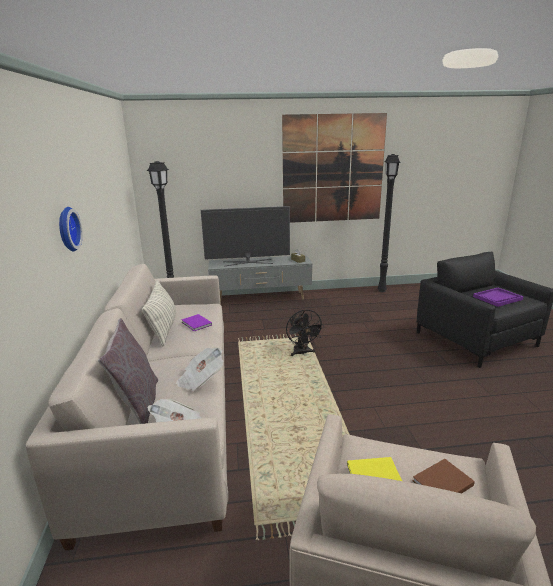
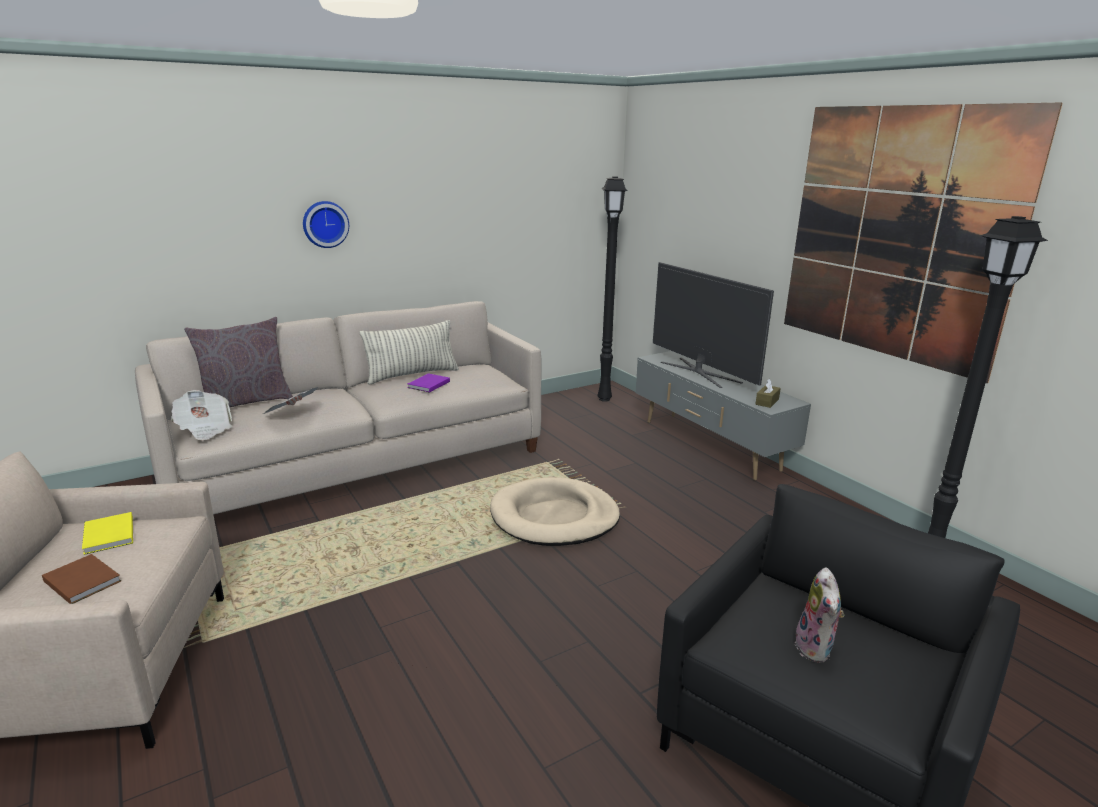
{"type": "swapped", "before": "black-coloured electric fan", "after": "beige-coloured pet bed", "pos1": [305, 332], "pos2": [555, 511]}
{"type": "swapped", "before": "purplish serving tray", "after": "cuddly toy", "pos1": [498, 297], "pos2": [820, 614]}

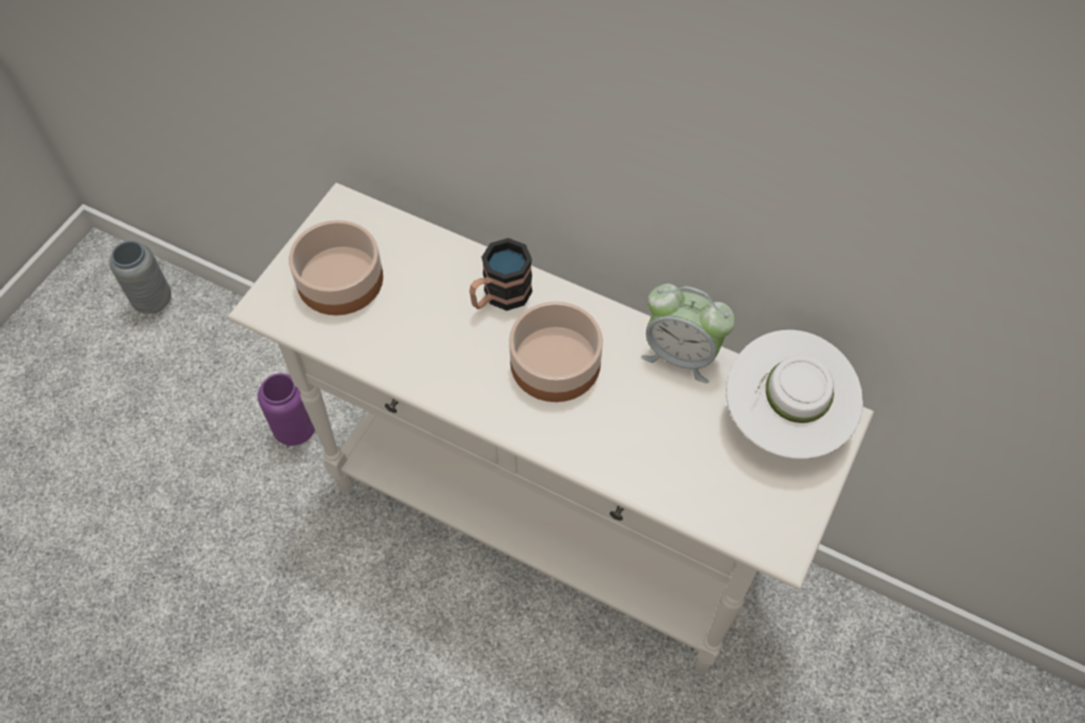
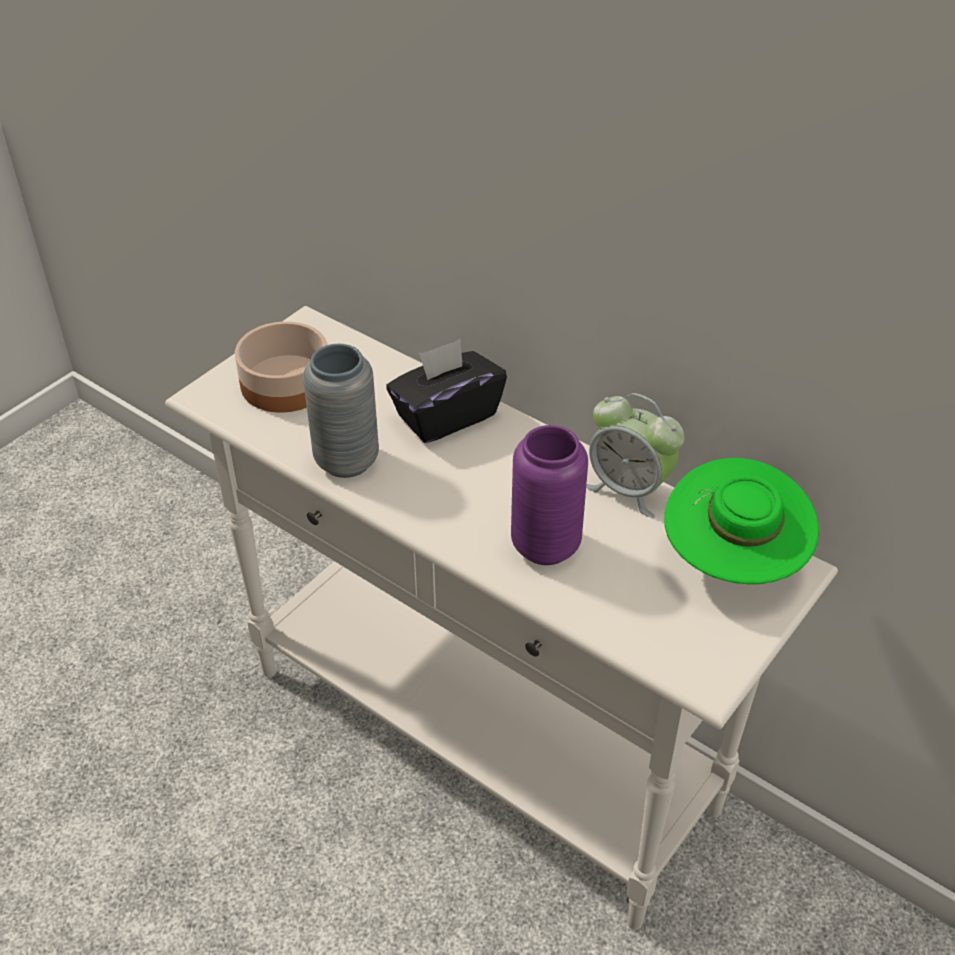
{"type": "gone", "before": "serving bowl", "pos1": [556, 351]}
{"type": "shifted", "before": "greyish flower vase", "pos1": [140, 277], "pos2": [341, 411]}
{"type": "shifted", "before": "purplish flower vase", "pos1": [286, 409], "pos2": [549, 495]}
{"type": "swapped", "before": "coffee mug", "after": "black-coloured box of tissues", "pos1": [501, 274], "pos2": [446, 391]}
{"type": "repainted", "before": "white-coloured wearable hat", "after": "greenish wearable hat", "pos1": [794, 394], "pos2": [742, 521]}

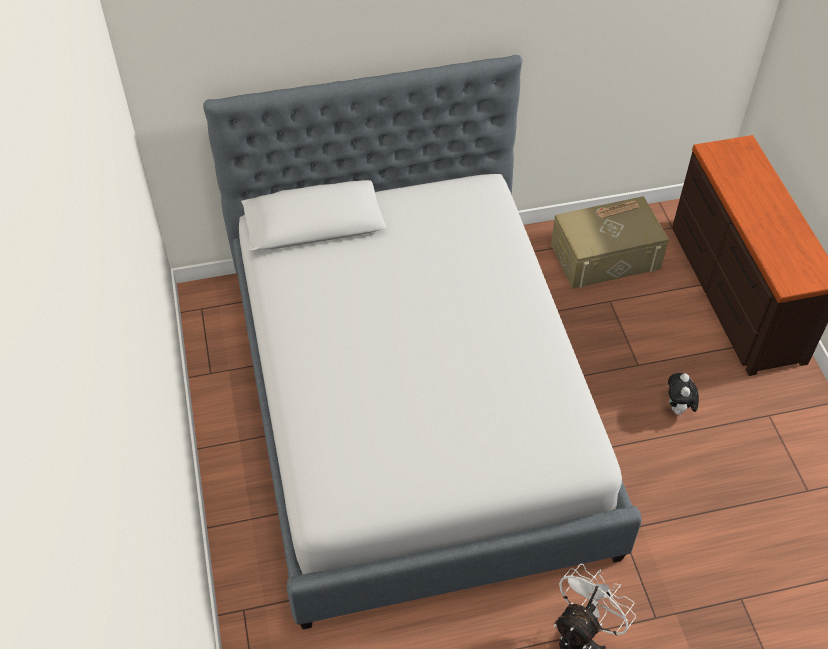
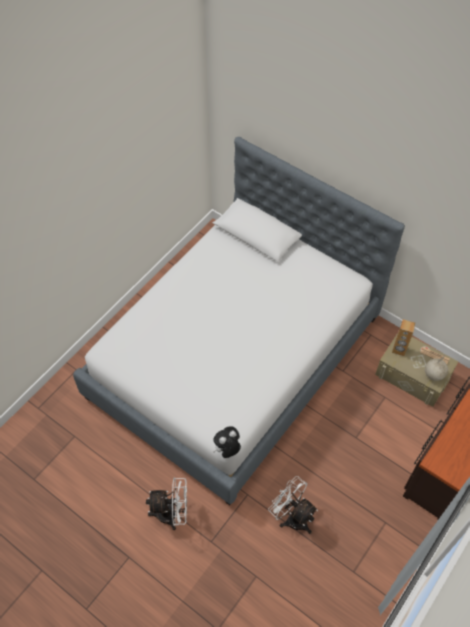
{"type": "new", "after": "white-coloured electric fan", "pos2": [293, 505]}
{"type": "new", "after": "brown loudspeaker", "pos2": [403, 337]}
{"type": "new", "after": "desk globe", "pos2": [436, 368]}
{"type": "shifted", "before": "cuddly toy", "pos1": [683, 395], "pos2": [227, 442]}

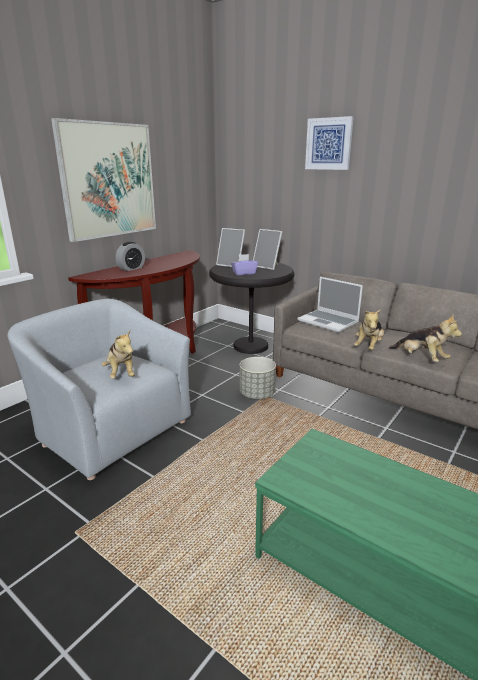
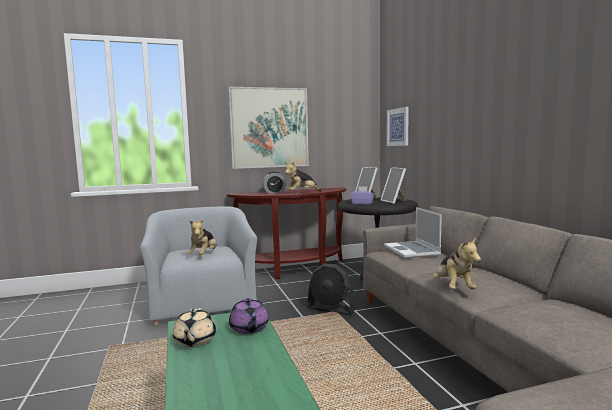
{"type": "new", "after": "beige-coloured teapot", "pos2": [194, 327]}
{"type": "new", "after": "purplish teapot", "pos2": [249, 316]}
{"type": "shifted", "before": "wall art", "pos1": [329, 143], "pos2": [398, 126]}
{"type": "shifted", "before": "cuddly toy", "pos1": [369, 329], "pos2": [303, 176]}
{"type": "swapped", "before": "greyish plant pot", "after": "black-coloured electric fan", "pos1": [258, 378], "pos2": [331, 289]}

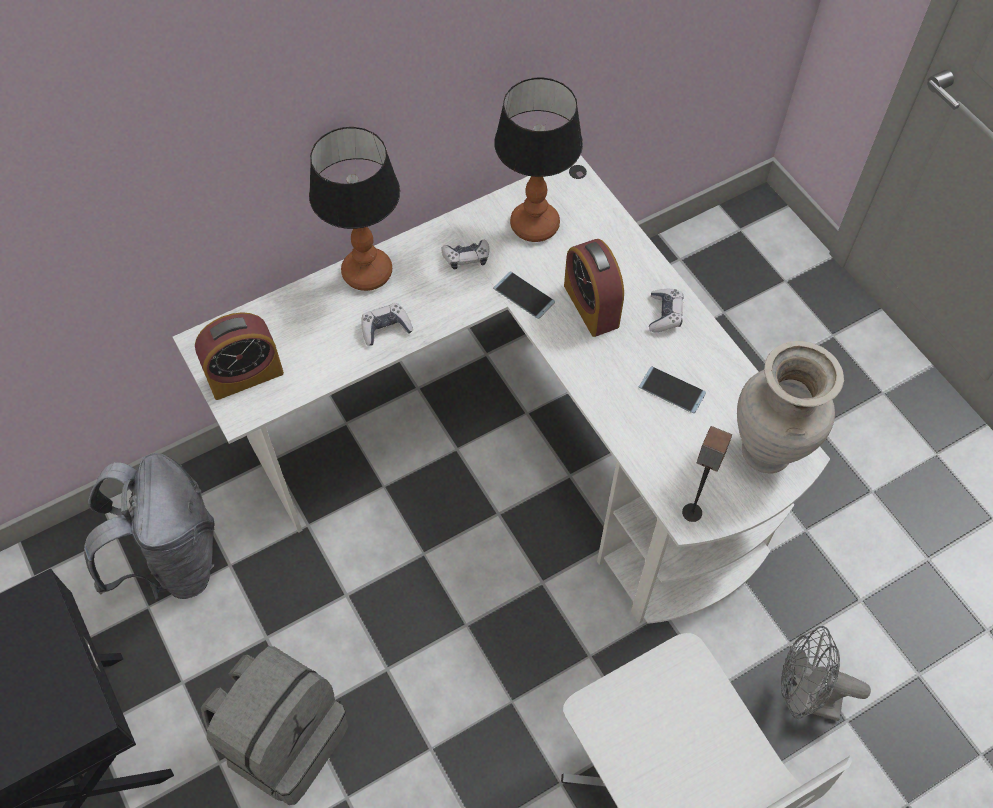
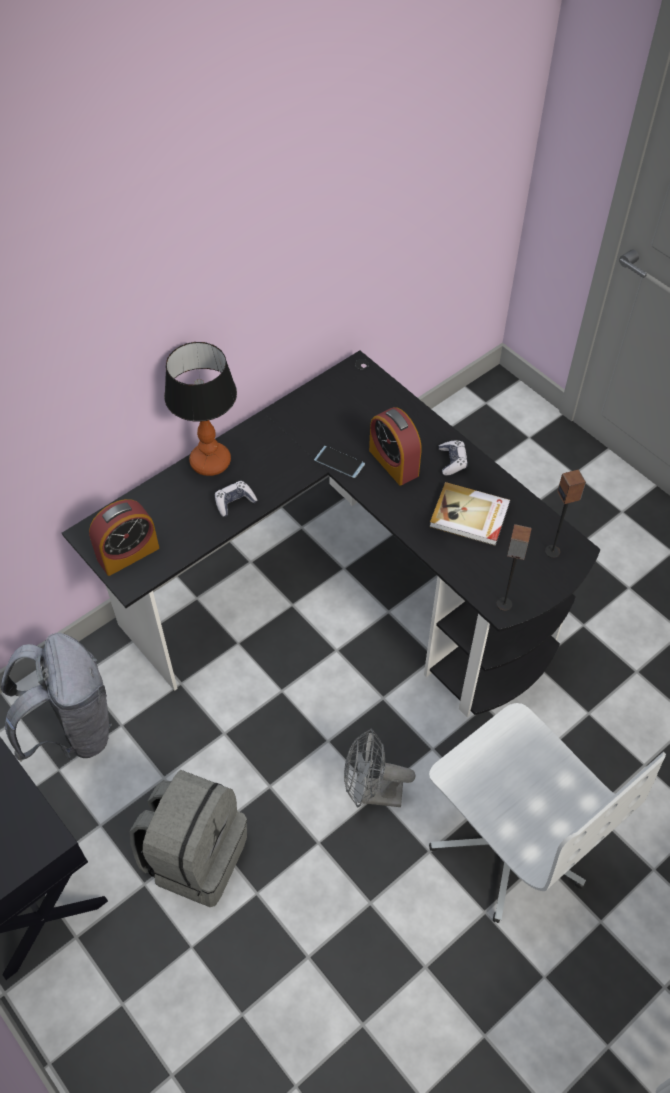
{"type": "gone", "before": "joypad", "pos1": [465, 254]}
{"type": "gone", "before": "tabletop lamp", "pos1": [538, 159]}
{"type": "shifted", "before": "greyish electric fan", "pos1": [826, 673], "pos2": [379, 767]}
{"type": "swapped", "before": "phone", "after": "bound book", "pos1": [672, 389], "pos2": [469, 514]}
{"type": "swapped", "before": "beige-coloured flower vase", "after": "loudspeaker", "pos1": [790, 407], "pos2": [565, 514]}
{"type": "repainted", "before": "white-coloured desk table", "after": "black-coloured desk table", "pos1": [501, 389], "pos2": [331, 533]}

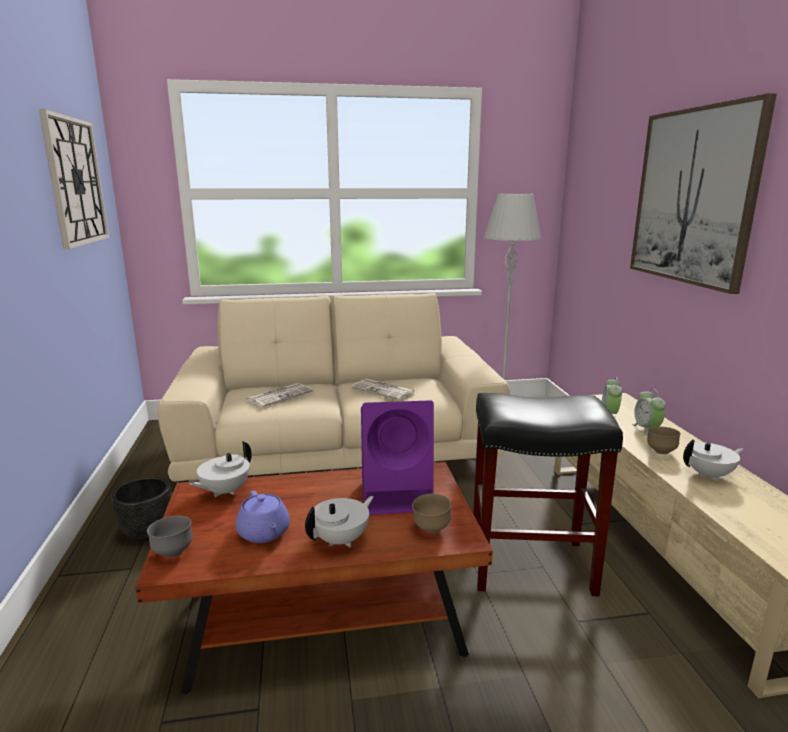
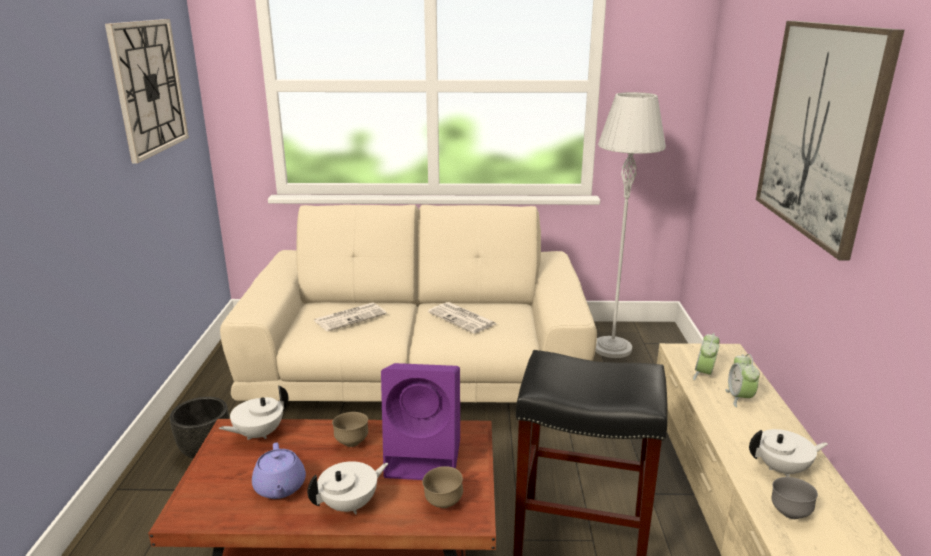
{"type": "shifted", "before": "greyish serving bowl", "pos1": [170, 537], "pos2": [795, 498]}
{"type": "shifted", "before": "brown serving bowl", "pos1": [664, 440], "pos2": [350, 429]}

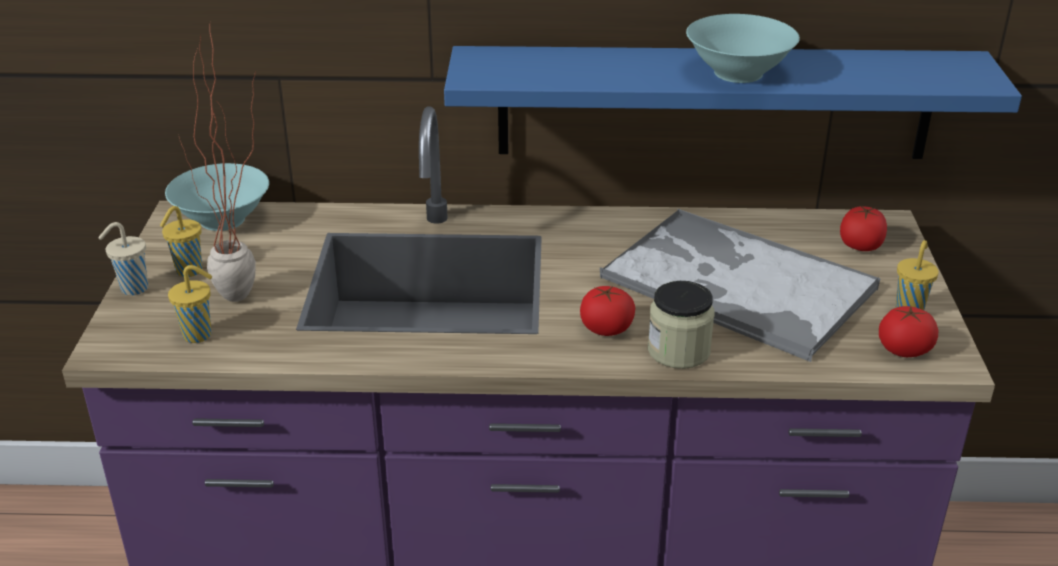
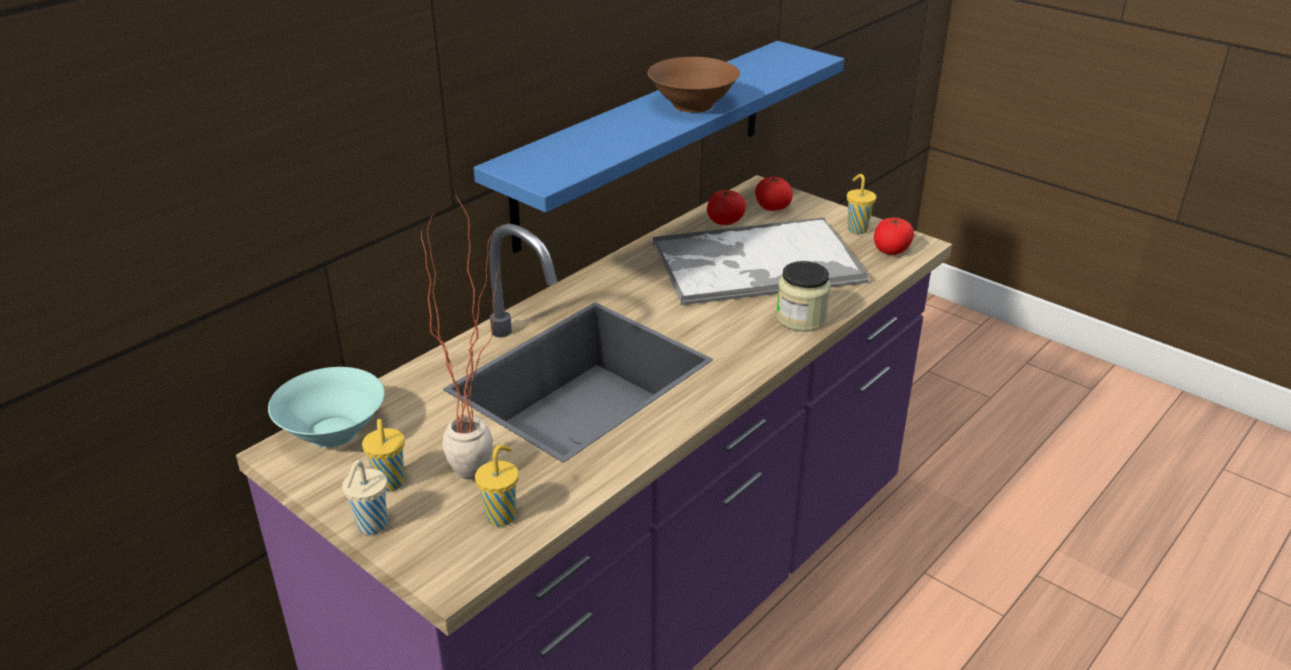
{"type": "shifted", "before": "tomato", "pos1": [607, 311], "pos2": [726, 207]}
{"type": "repainted", "before": "turquoise-coloured serving bowl", "after": "brown serving bowl", "pos1": [743, 48], "pos2": [694, 85]}

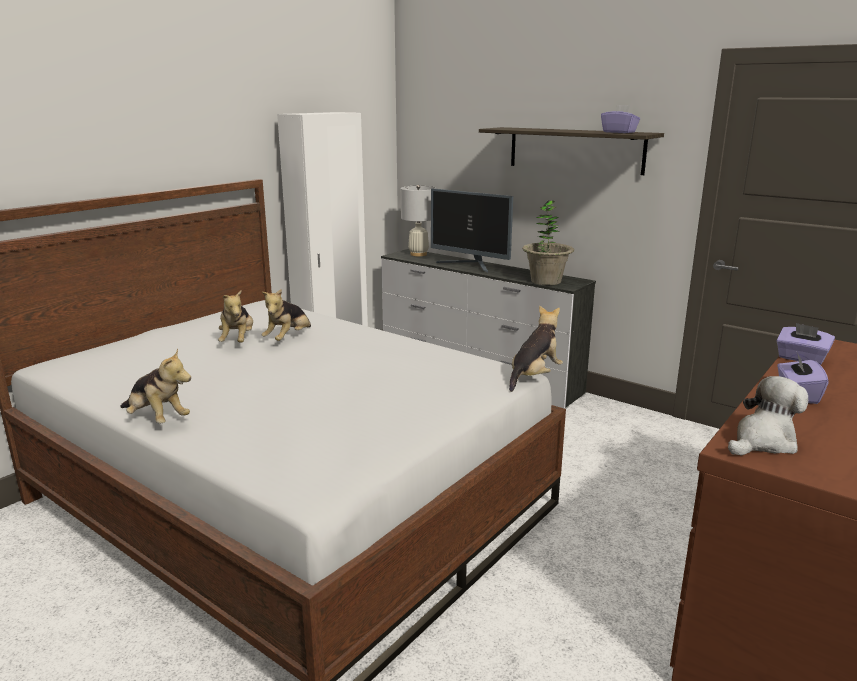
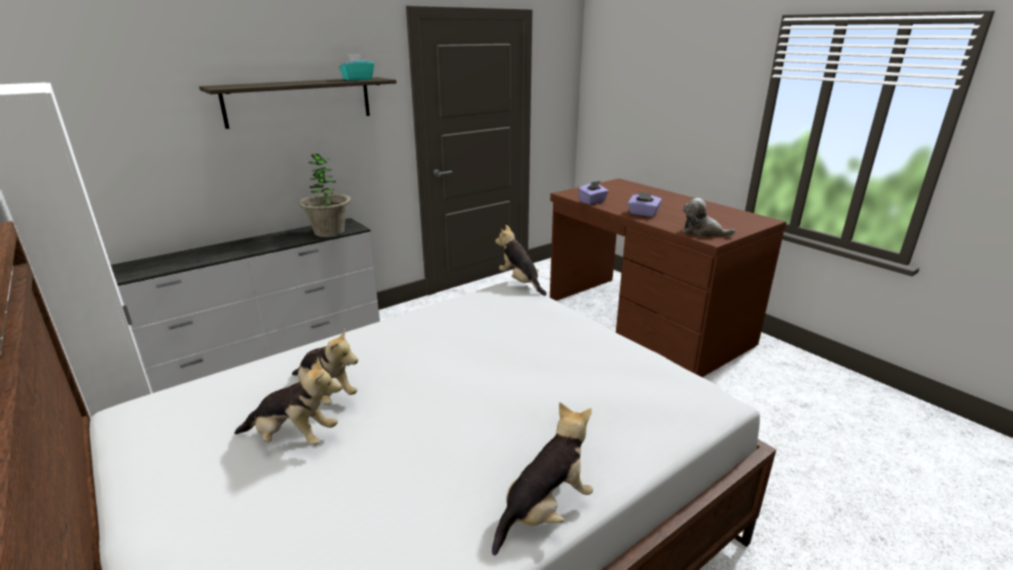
{"type": "gone", "before": "white-coloured tabletop lamp", "pos1": [418, 220]}
{"type": "gone", "before": "computer display", "pos1": [472, 230]}
{"type": "repainted", "before": "purplish box of tissues", "after": "turquoise-coloured box of tissues", "pos1": [620, 119], "pos2": [356, 67]}
{"type": "rotated", "before": "cuddly toy", "pos1": [768, 416], "pos2": [709, 217], "turn": -45}

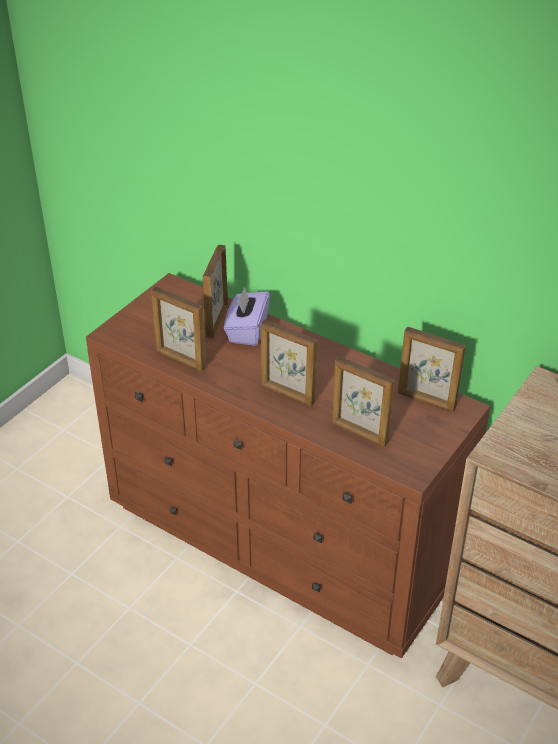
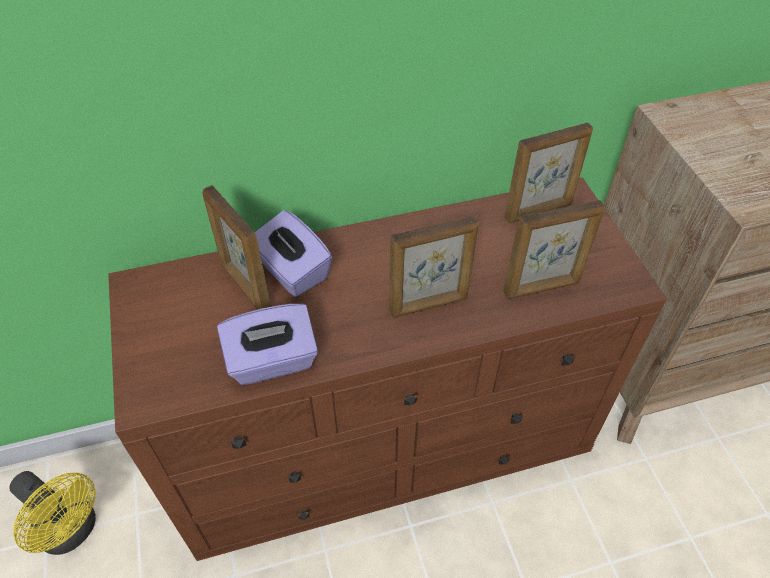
{"type": "new", "after": "yellow electric fan", "pos2": [52, 513]}
{"type": "swapped", "before": "standing frame", "after": "purplish box of tissues", "pos1": [178, 328], "pos2": [267, 344]}

